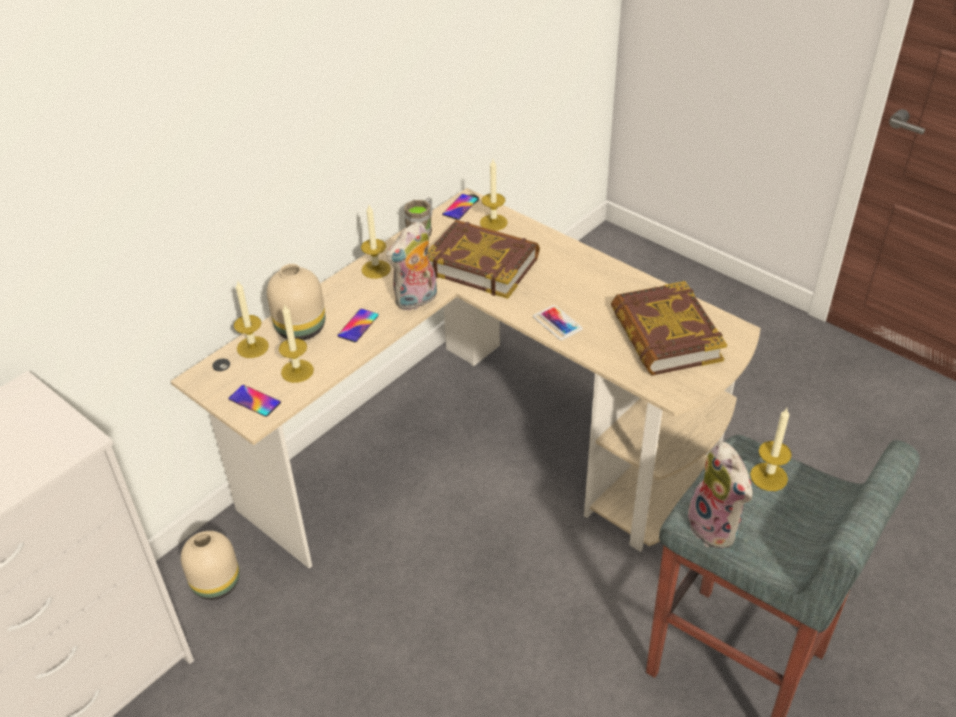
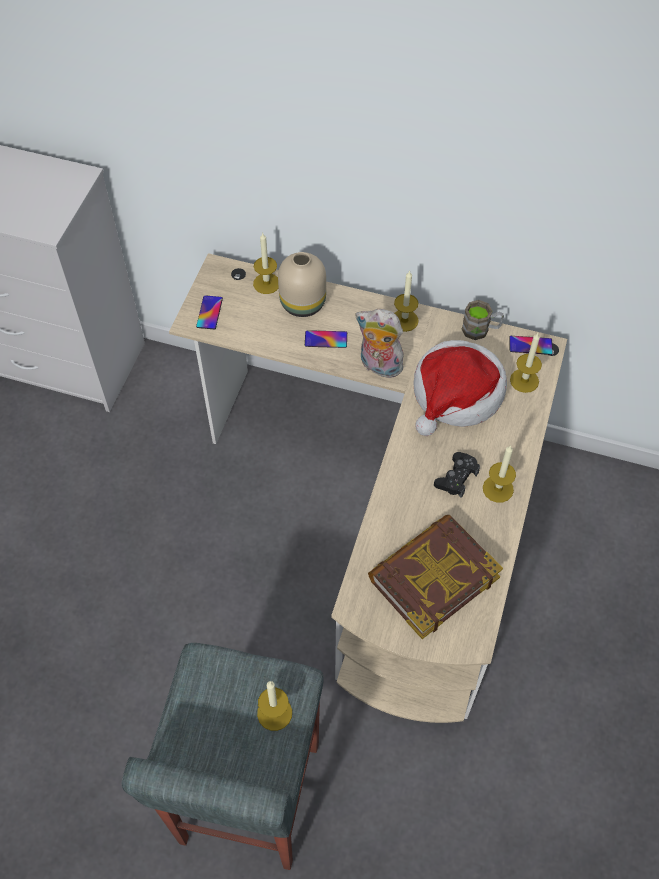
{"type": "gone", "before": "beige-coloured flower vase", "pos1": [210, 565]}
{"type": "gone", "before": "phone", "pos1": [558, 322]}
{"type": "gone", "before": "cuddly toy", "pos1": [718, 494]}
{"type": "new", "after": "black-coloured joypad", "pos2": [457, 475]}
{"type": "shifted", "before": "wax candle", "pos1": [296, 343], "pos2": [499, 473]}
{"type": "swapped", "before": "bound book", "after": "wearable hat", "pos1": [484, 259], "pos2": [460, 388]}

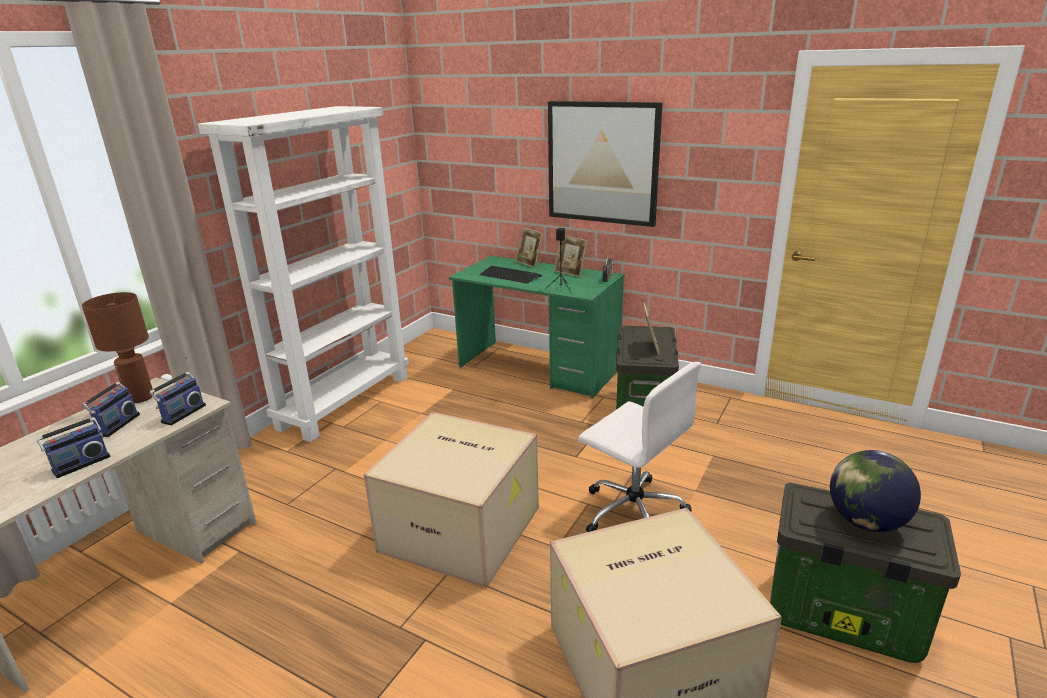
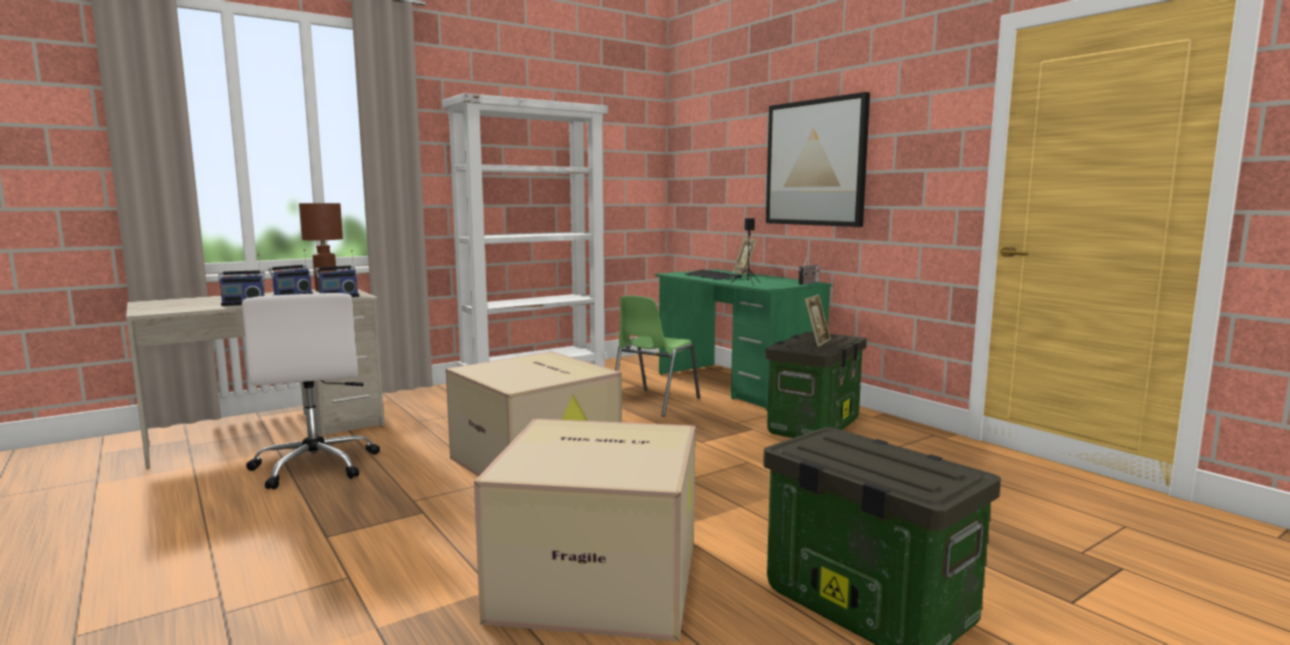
{"type": "gone", "before": "standing frame", "pos1": [571, 256]}
{"type": "gone", "before": "desk globe", "pos1": [875, 491]}
{"type": "new", "after": "greenish plain chair", "pos2": [657, 356]}
{"type": "shifted", "before": "white-coloured desk chair", "pos1": [639, 447], "pos2": [311, 391]}

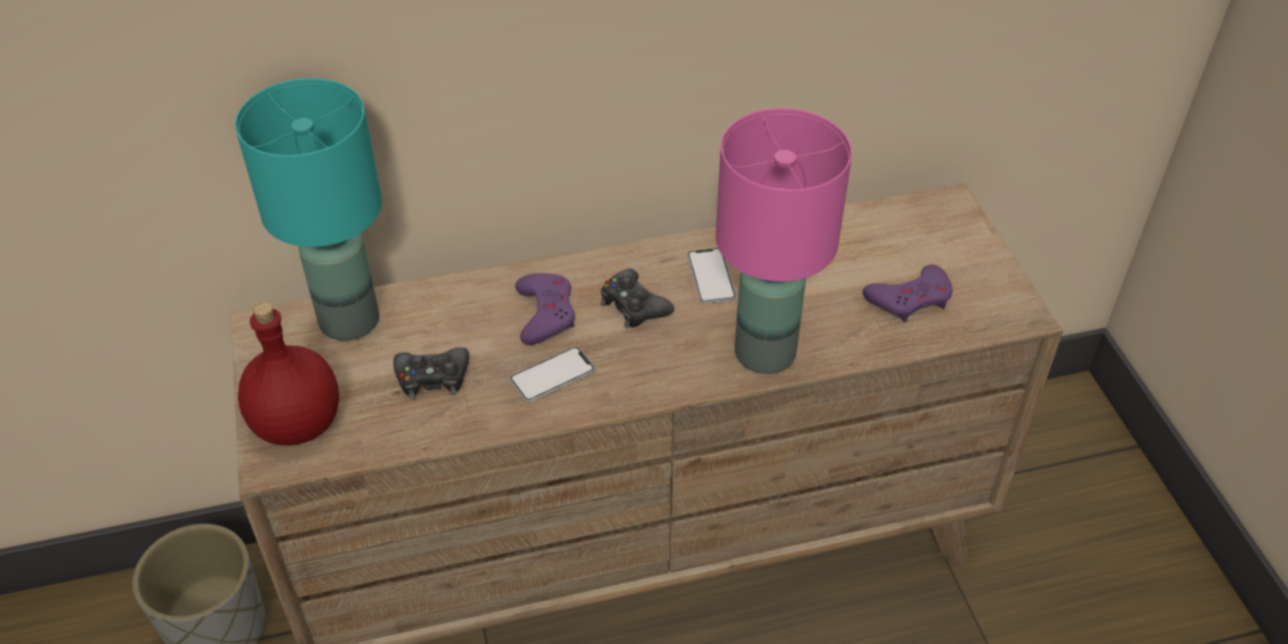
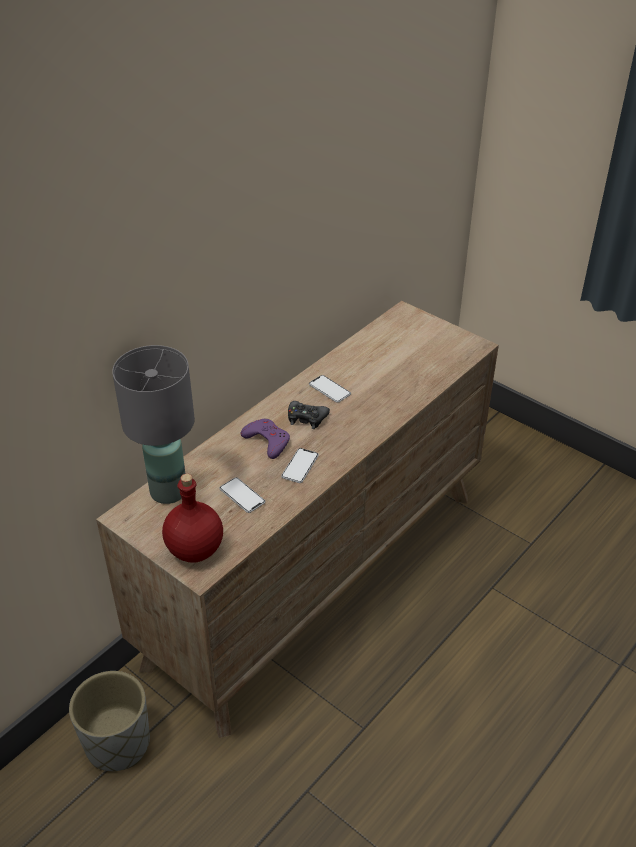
{"type": "gone", "before": "pinkish tabletop lamp", "pos1": [784, 241]}
{"type": "gone", "before": "purplish joypad", "pos1": [907, 293]}
{"type": "swapped", "before": "black-coloured joypad", "after": "phone", "pos1": [431, 373], "pos2": [242, 495]}
{"type": "repainted", "before": "turquoise-coloured tabletop lamp", "after": "greyish tabletop lamp", "pos1": [308, 209], "pos2": [153, 424]}

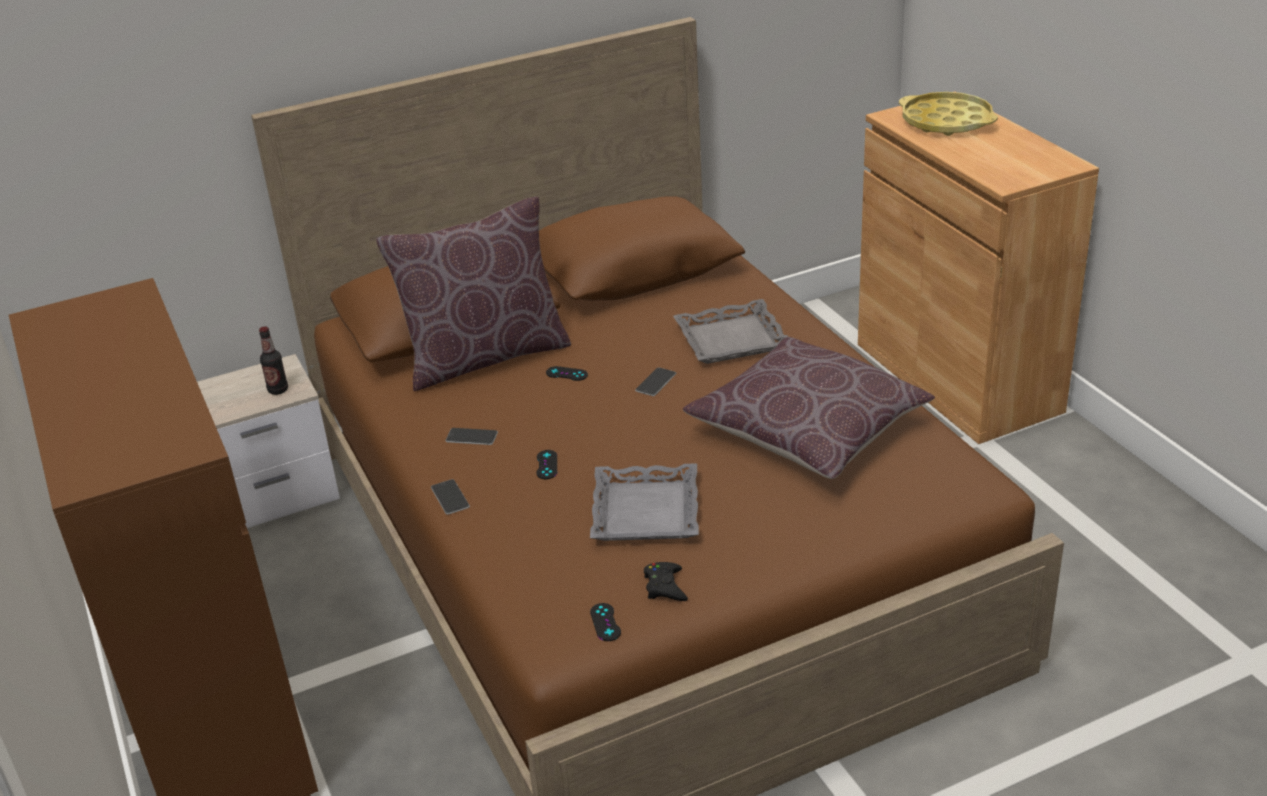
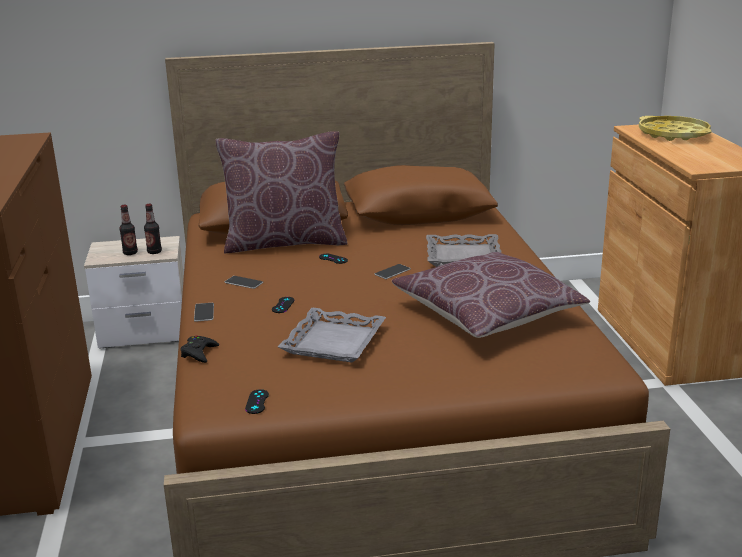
{"type": "new", "after": "drink bottle", "pos2": [128, 230]}
{"type": "shifted", "before": "black-coloured joypad", "pos1": [666, 581], "pos2": [199, 349]}

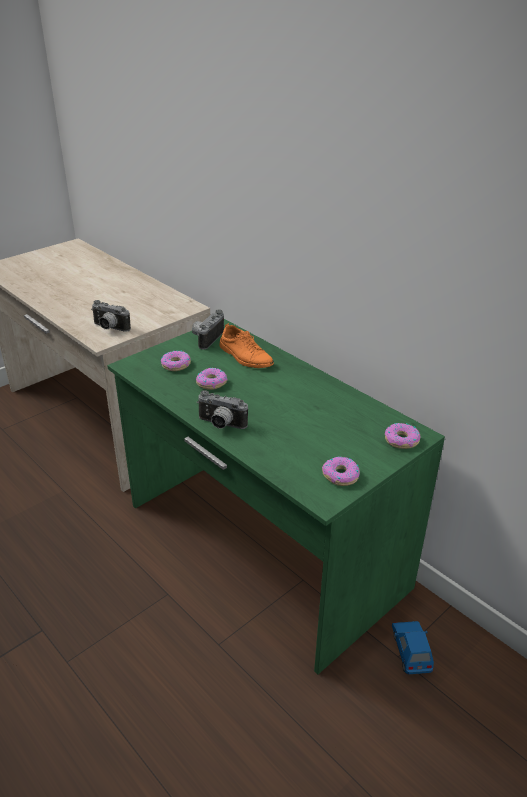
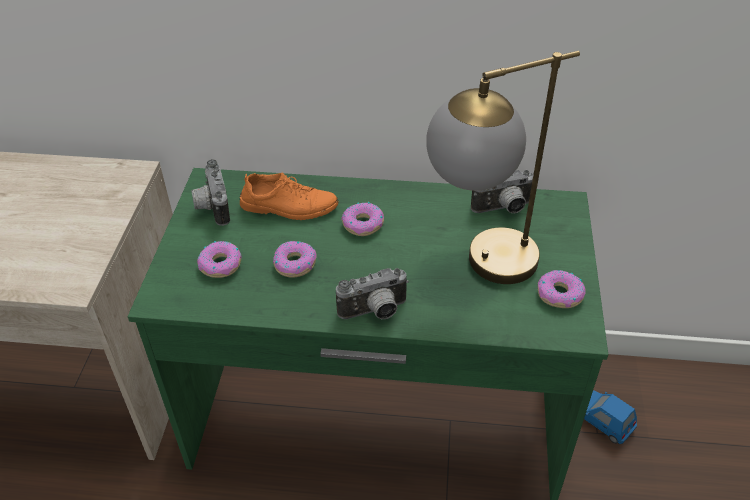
{"type": "new", "after": "tabletop lamp", "pos2": [503, 167]}
{"type": "shifted", "before": "still camera", "pos1": [111, 316], "pos2": [502, 191]}
{"type": "shifted", "before": "ring doughnut", "pos1": [402, 436], "pos2": [362, 219]}

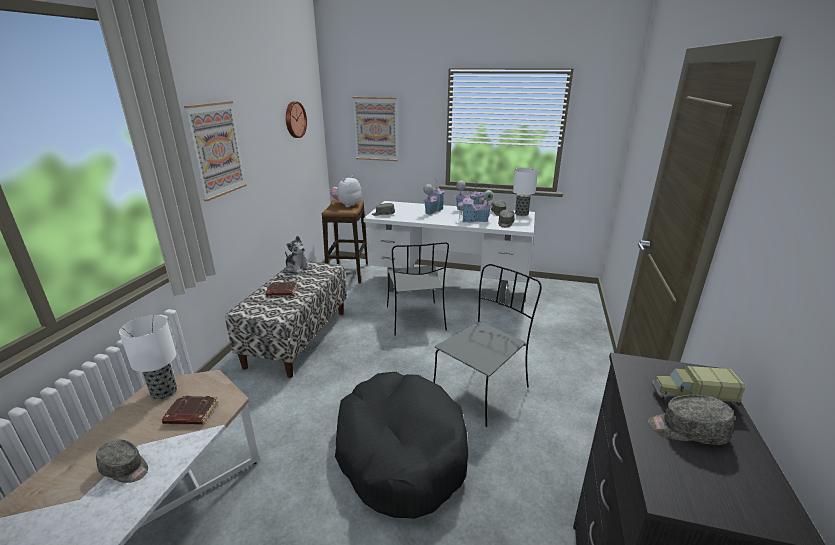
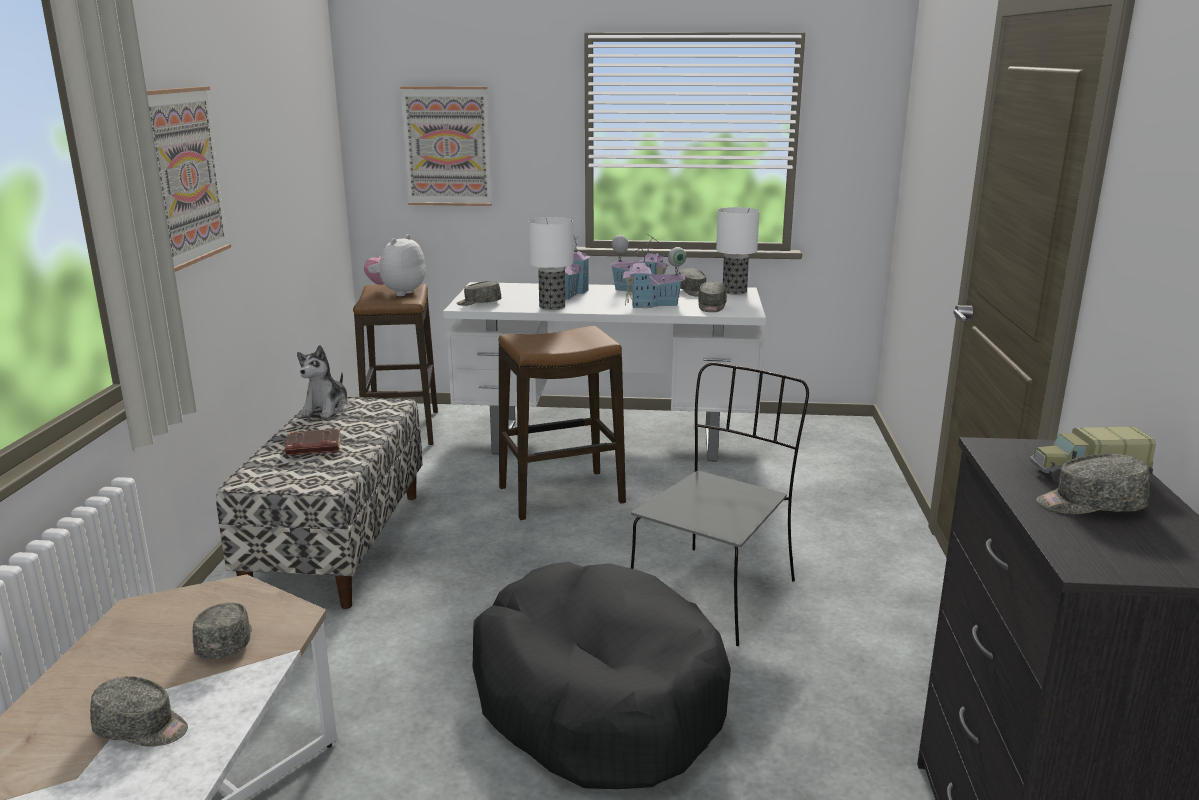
{"type": "gone", "before": "hanging clock", "pos1": [296, 120]}
{"type": "shifted", "before": "tabletop lamp", "pos1": [148, 357], "pos2": [551, 263]}
{"type": "swapped", "before": "brown bound book", "after": "greyish peaked cap", "pos1": [190, 410], "pos2": [222, 631]}
{"type": "swapped", "before": "greyish plain chair", "after": "stool seat", "pos1": [418, 289], "pos2": [562, 423]}
{"type": "rotated", "before": "cuddly toy", "pos1": [298, 255], "pos2": [323, 381], "turn": 75}

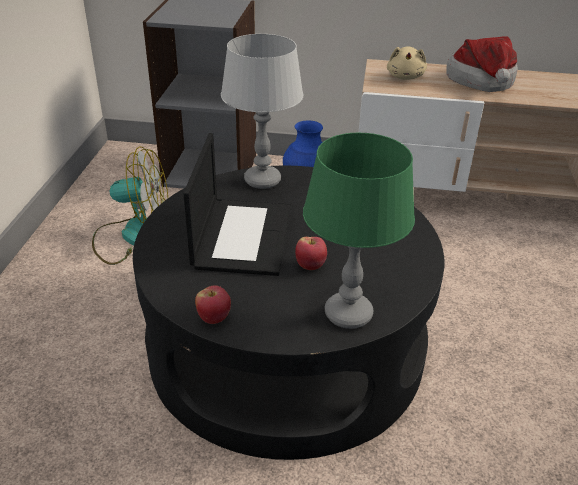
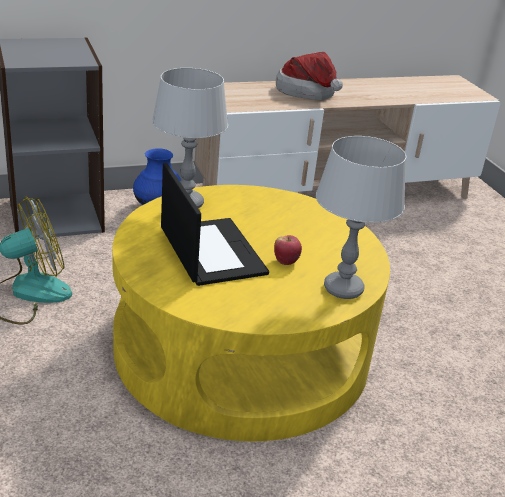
{"type": "gone", "before": "whole apple", "pos1": [213, 304]}
{"type": "gone", "before": "beige-coloured cuddly toy", "pos1": [407, 63]}
{"type": "repainted", "before": "black-coloured lounge table", "after": "yellow lounge table", "pos1": [288, 312], "pos2": [251, 313]}
{"type": "repainted", "before": "greenish tabletop lamp", "after": "greyish tabletop lamp", "pos1": [359, 231], "pos2": [361, 217]}

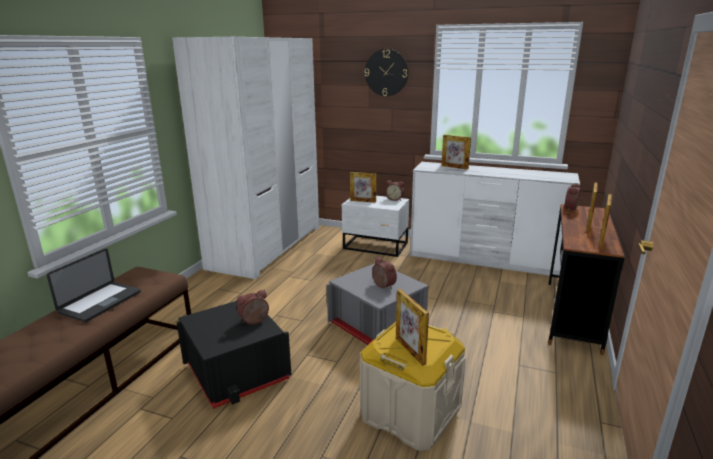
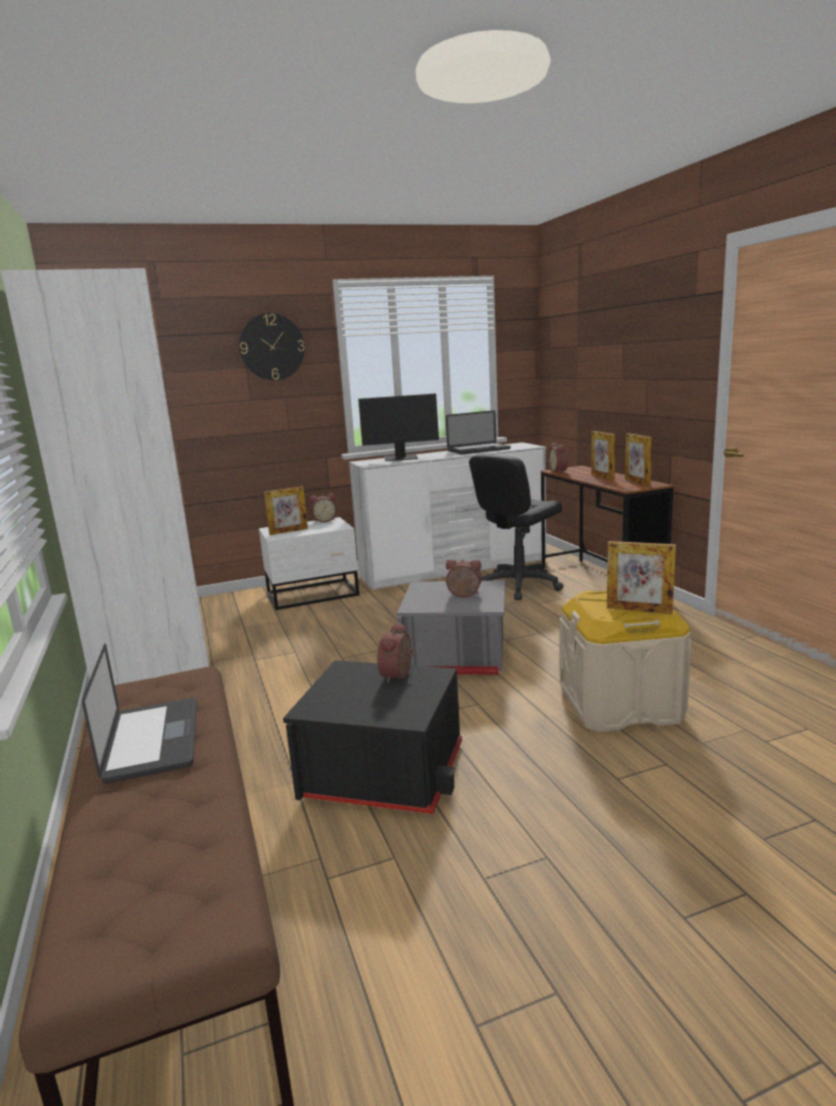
{"type": "new", "after": "portable computer", "pos2": [478, 432]}
{"type": "new", "after": "black-coloured desk chair", "pos2": [516, 527]}
{"type": "swapped", "before": "standing frame", "after": "computer display", "pos1": [456, 152], "pos2": [398, 427]}

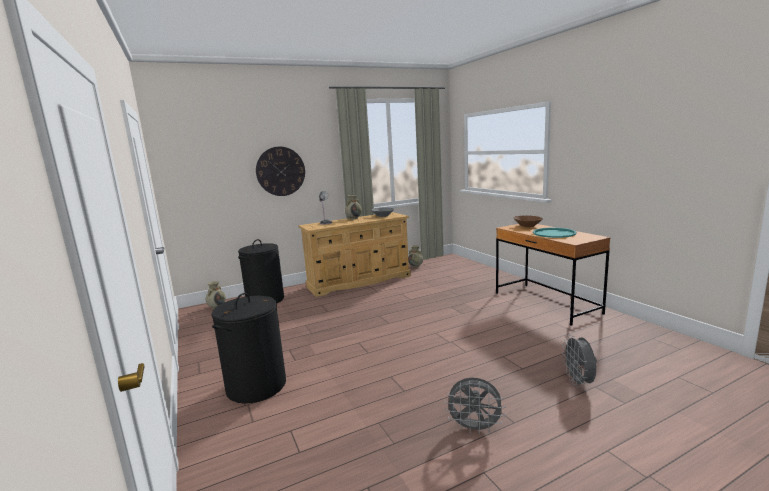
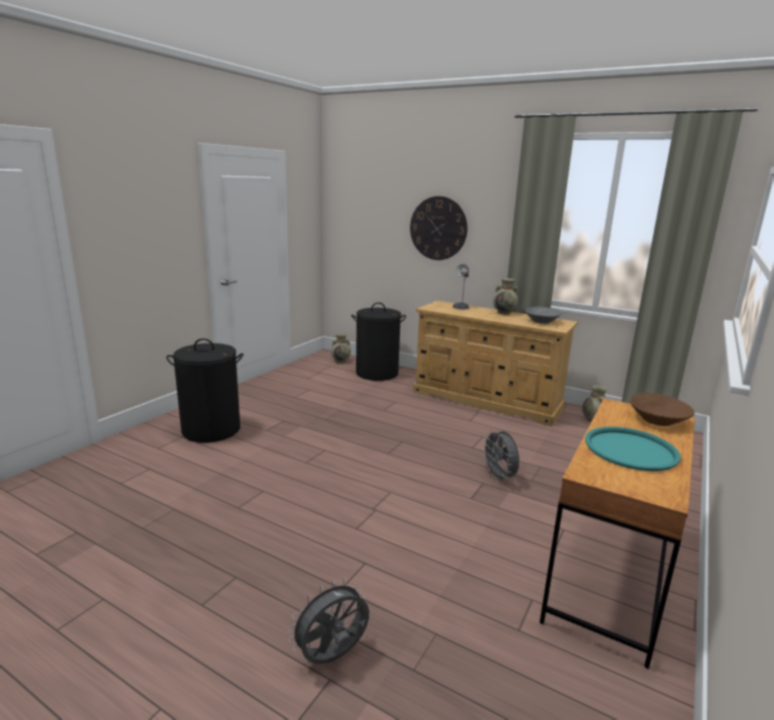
{"type": "shifted", "before": "greyish electric fan", "pos1": [475, 406], "pos2": [500, 456]}

